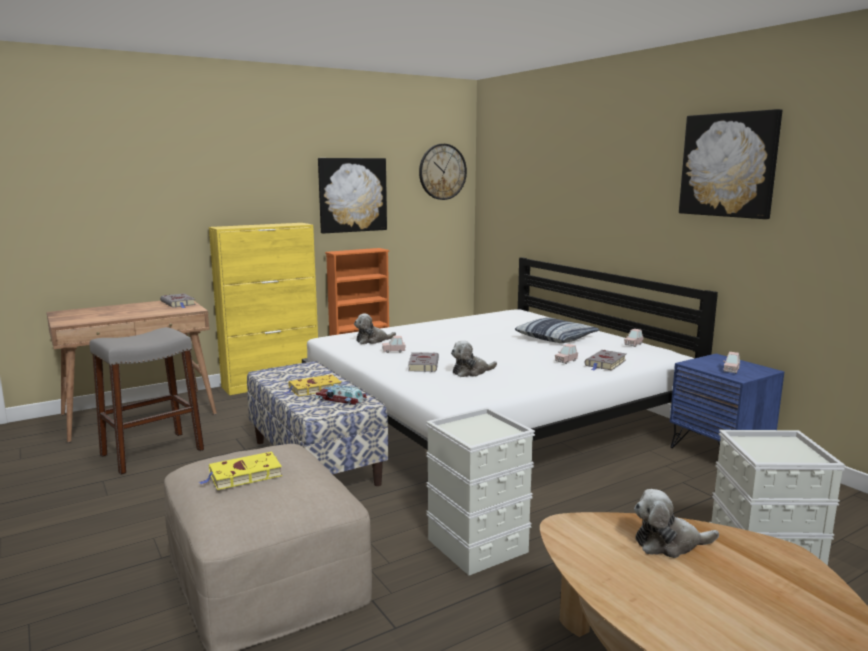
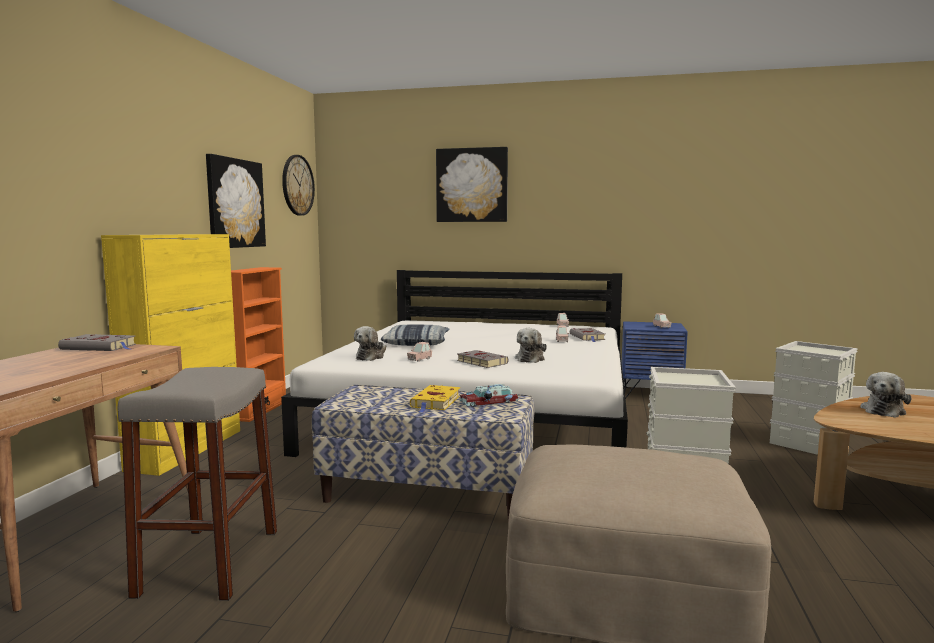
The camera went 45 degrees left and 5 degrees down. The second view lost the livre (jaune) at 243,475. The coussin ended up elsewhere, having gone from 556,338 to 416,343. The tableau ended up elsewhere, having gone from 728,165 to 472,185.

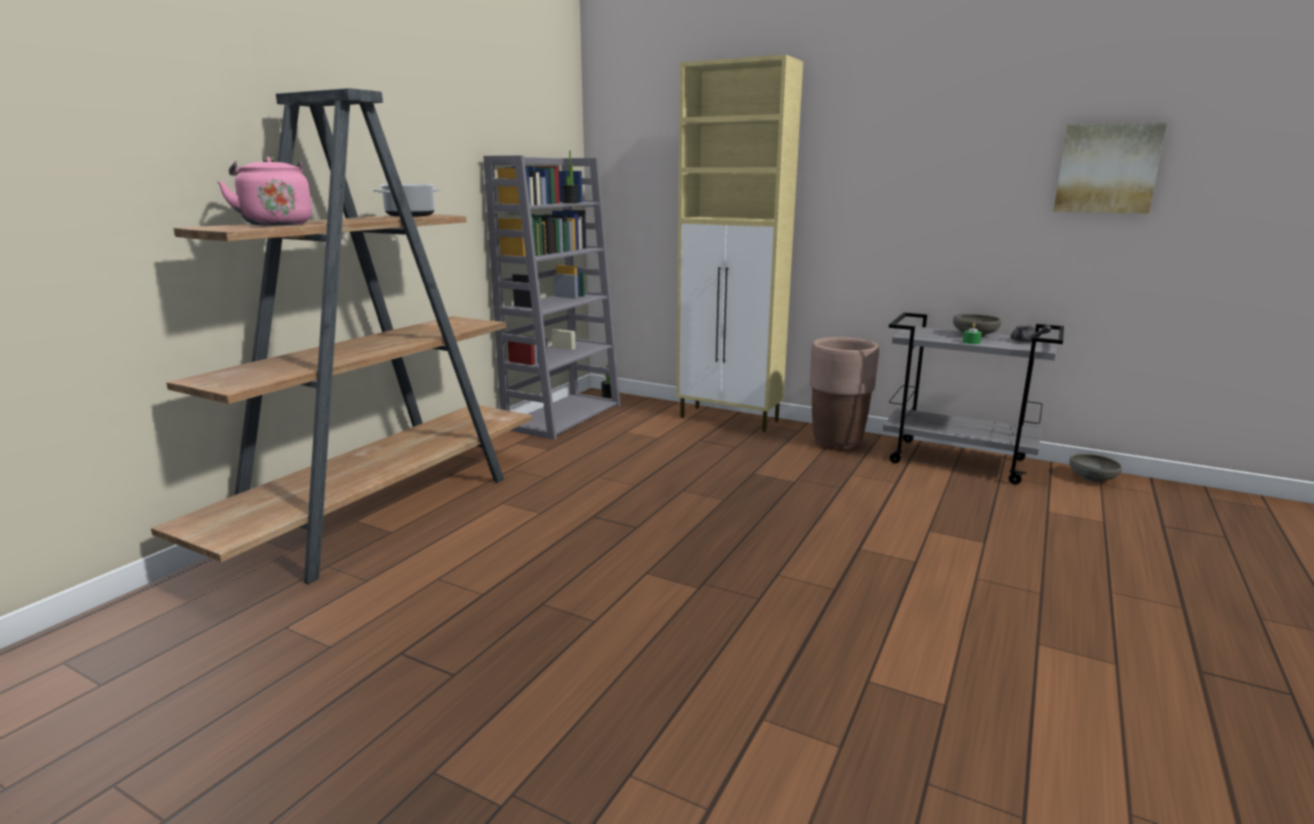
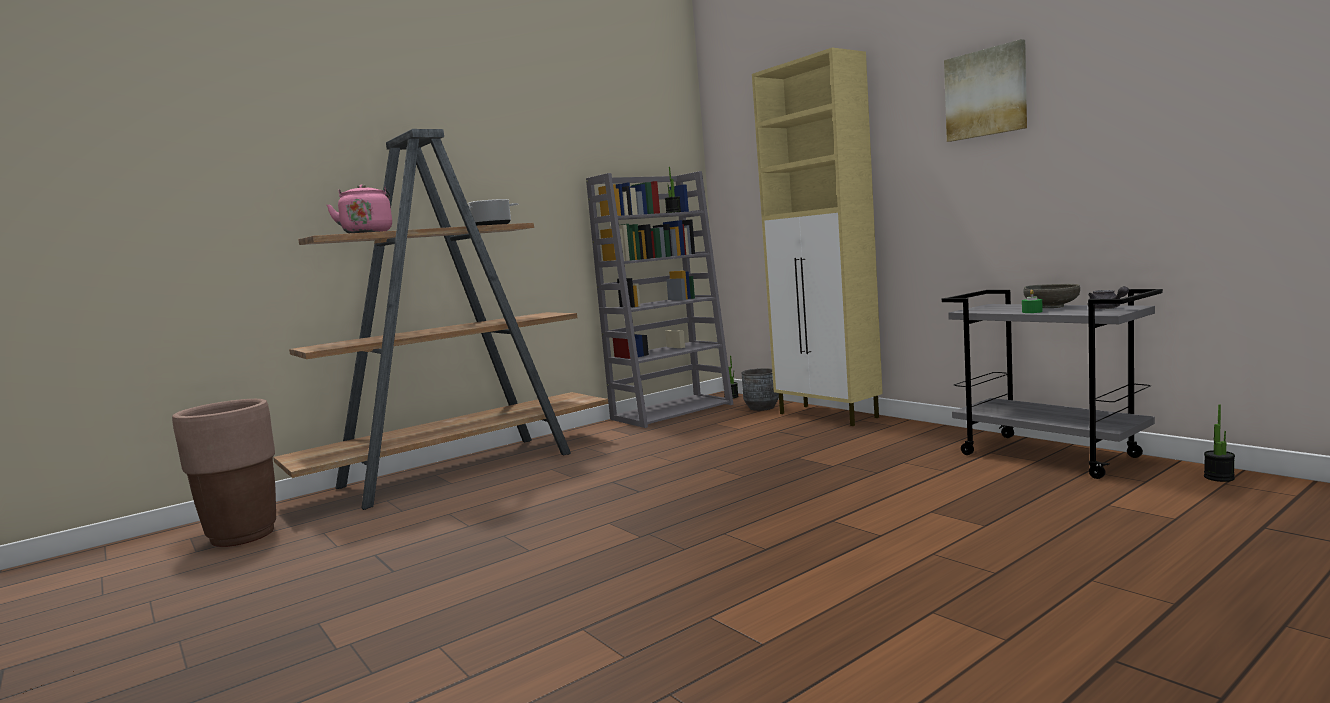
The camera went 25 degrees right and 10 degrees down. The second view gained the cache-pot (gris) at 762,407. The cache-pot (marron) ended up elsewhere, having gone from 837,443 to 243,536. The tableau ended up elsewhere, having gone from 1107,168 to 986,93. Where the bol (gris) stood at 1092,478, the plante en pot came to stand at 1219,478.

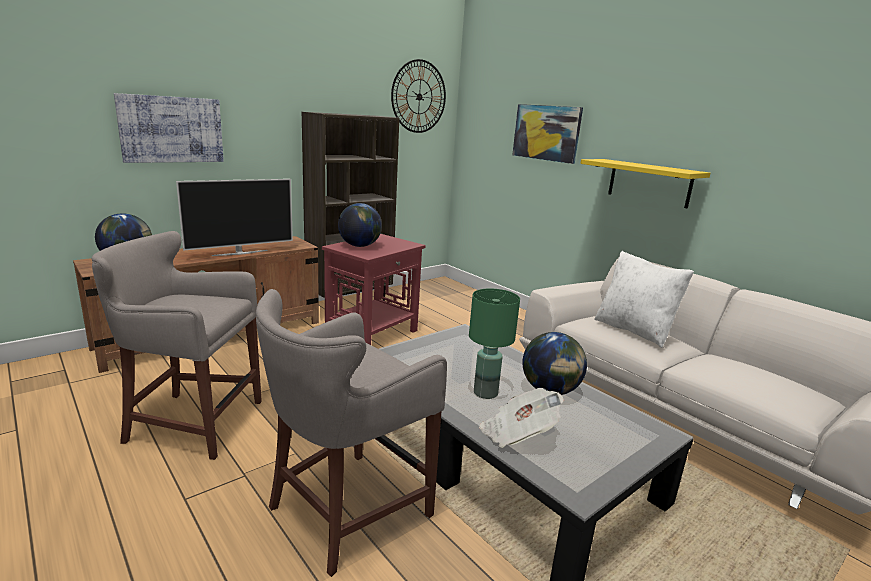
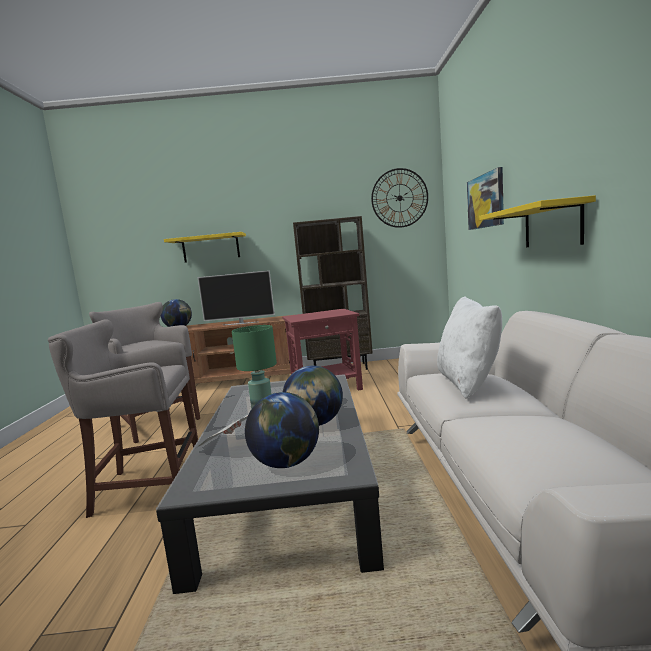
The camera went 40 degrees right and 10 degrees down. The globe ended up elsewhere, having gone from 359,246 to 286,463. Where the tableau hung at 172,129, the étagère (jaune) came to hang at 211,248.

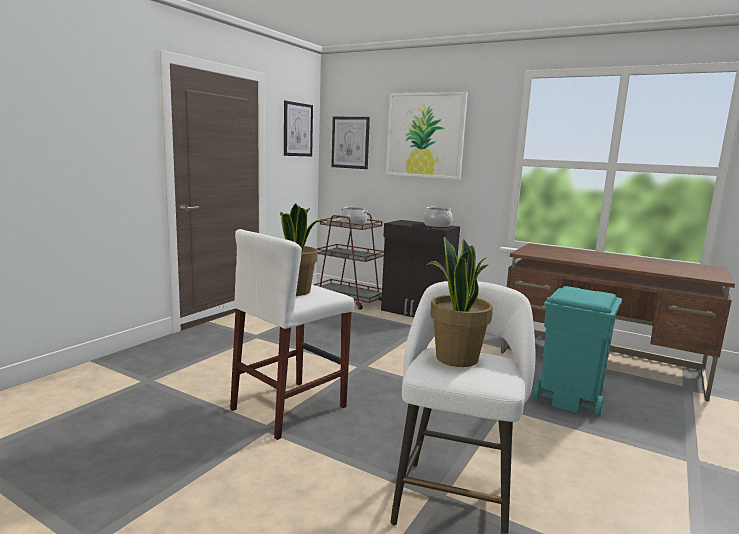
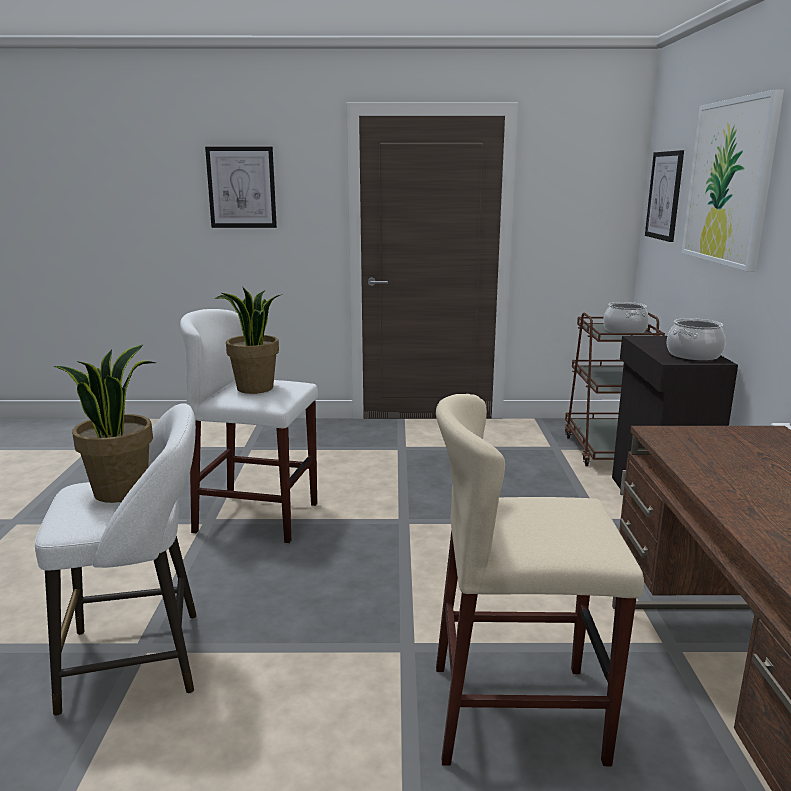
The camera went 60 degrees right and 5 degrees up. The tableau ended up elsewhere, having gone from 297,129 to 241,187. Where the poubelle (turquoise) stood at 569,398, the tabouret (beige) came to stand at 516,712.

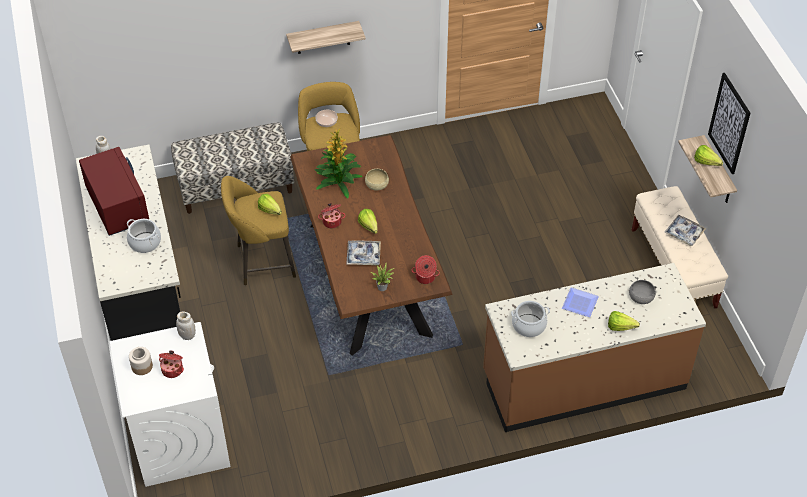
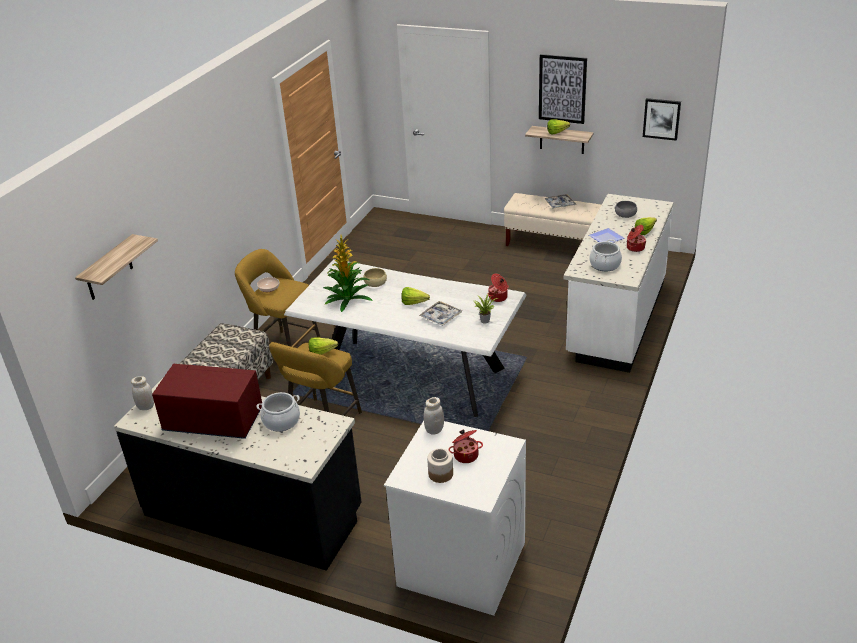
The camera went 50 degrees left and 15 degrees down. The second view gained the tableau at 661,118. The étagère ended up elsewhere, having gone from 323,37 to 108,269. The marmite ended up elsewhere, having gone from 332,221 to 635,247. What was the table à manger (marron) at 369,279 turned into the table à manger (blanc) at 411,375. What was the comptoir de cuisine (marron) at 583,380 turned into the comptoir de cuisine (blanc) at 615,318.

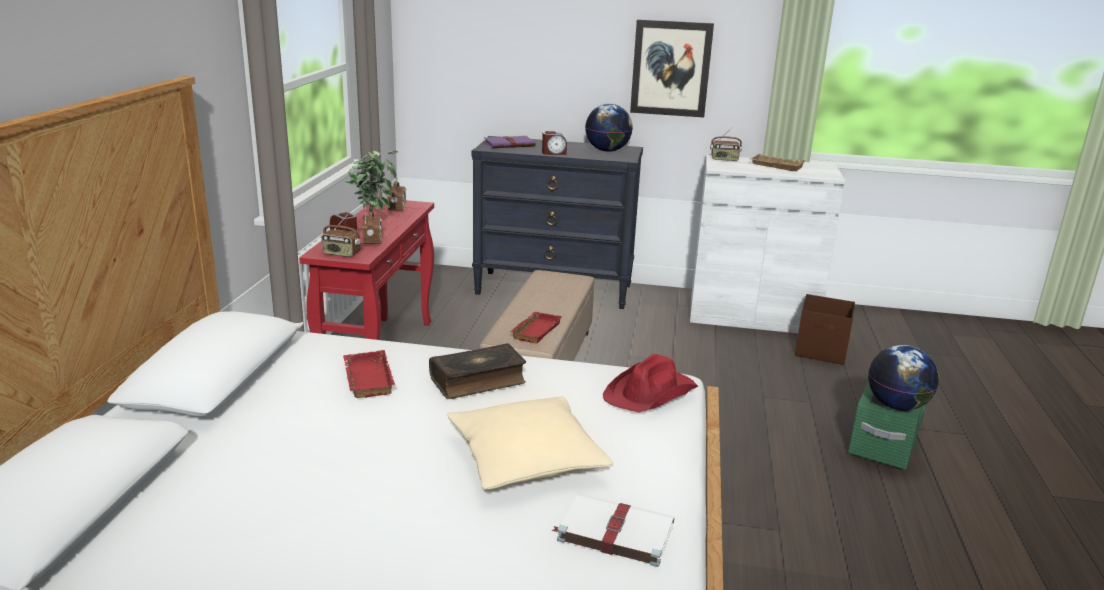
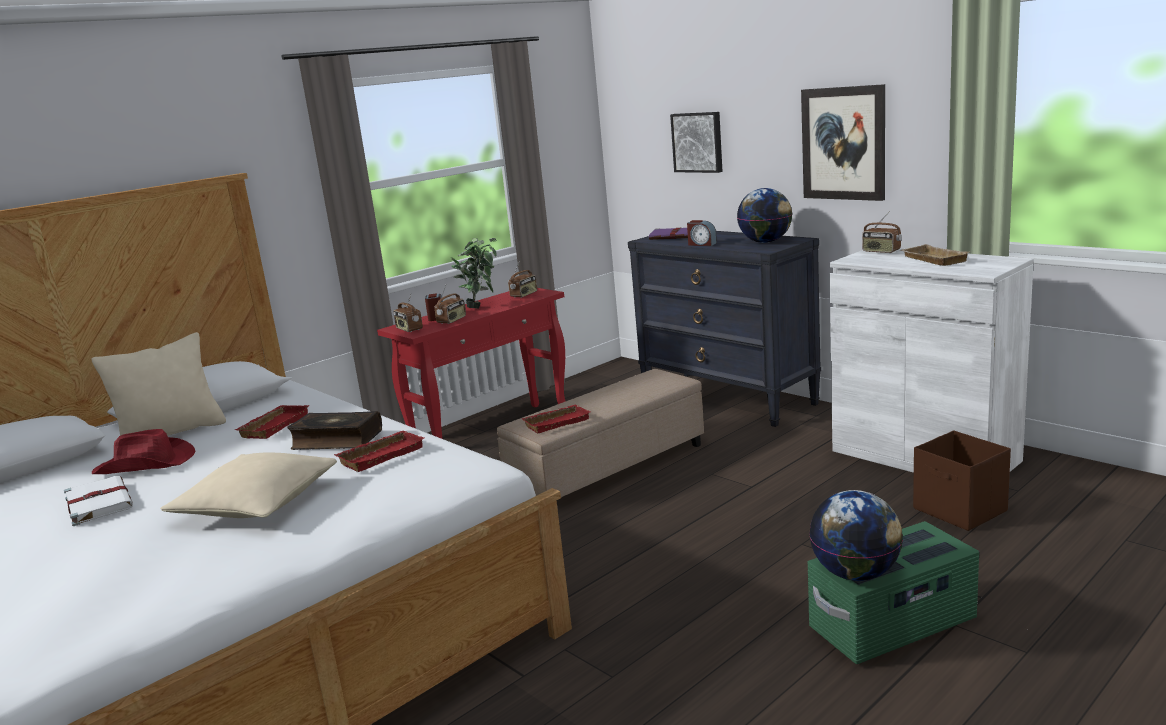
The camera went 40 degrees right and 5 degrees down. The second view gained the coussin (beige) at 172,434. The second view gained the plateau (rouge) at 381,455. The second view gained the tableau at 698,142. The livre (blanc) ended up elsewhere, having gone from 613,532 to 98,502. The chapeau (rouge) ended up elsewhere, having gone from 651,393 to 146,464.

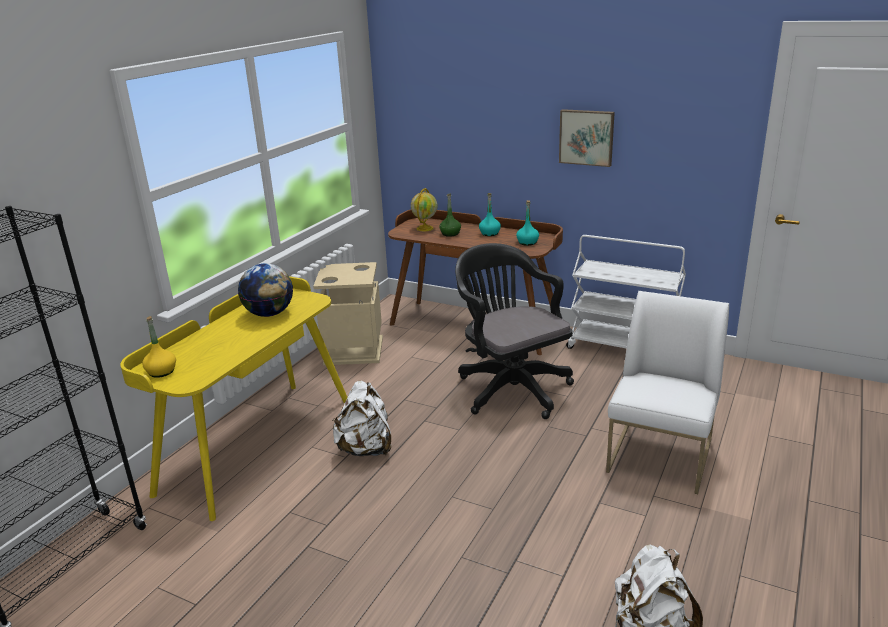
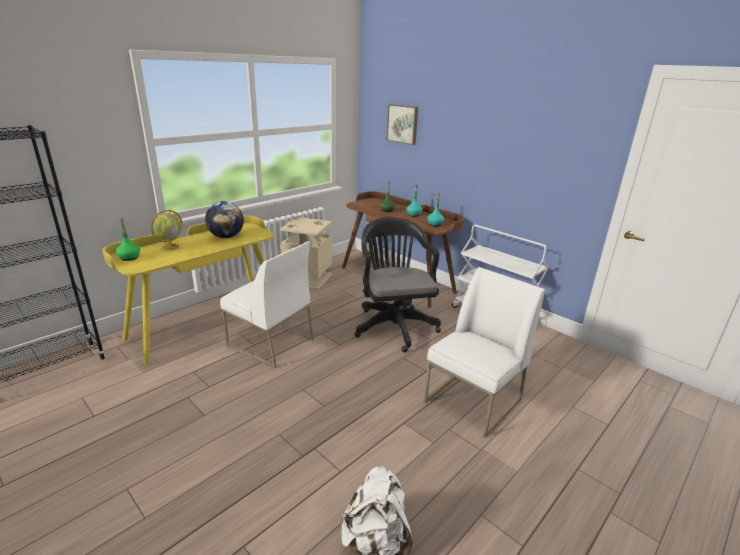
The camera went 15 degrees right and 0 degrees up. The globe ended up elsewhere, having gone from 425,228 to 171,247. The tableau ended up elsewhere, having gone from 586,137 to 403,124. Where the sac à dos (blanc) stood at 365,449, the chaise (blanc) came to stand at 270,342. What was the bouteille (jaune) at 161,372 turned into the bouteille (vert) at 129,257.

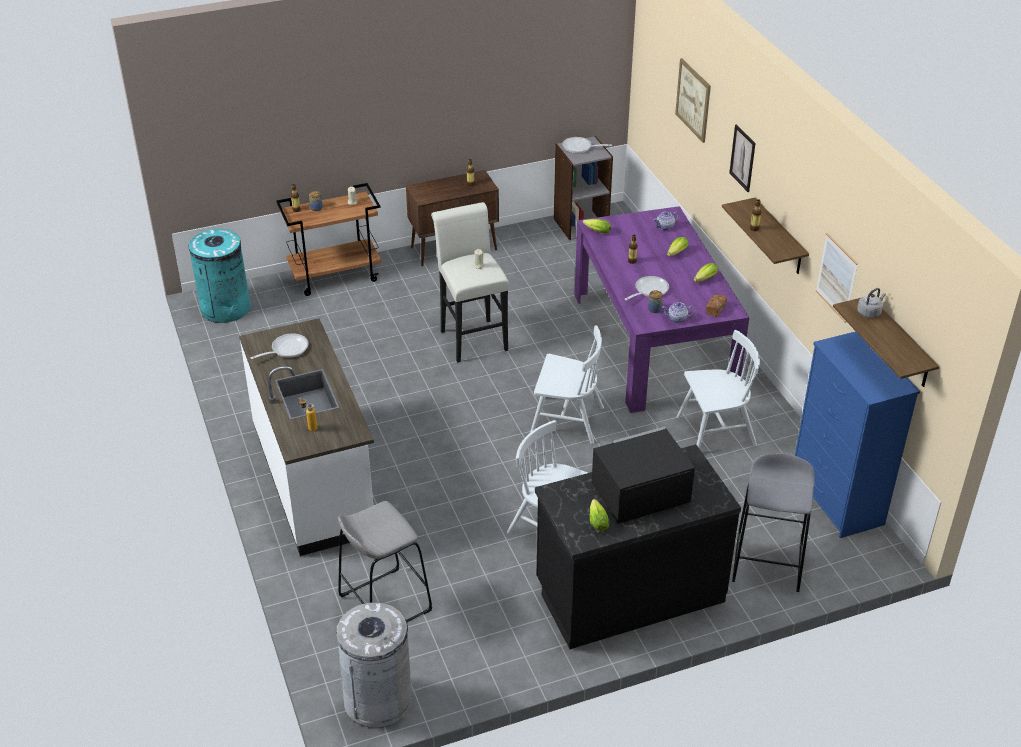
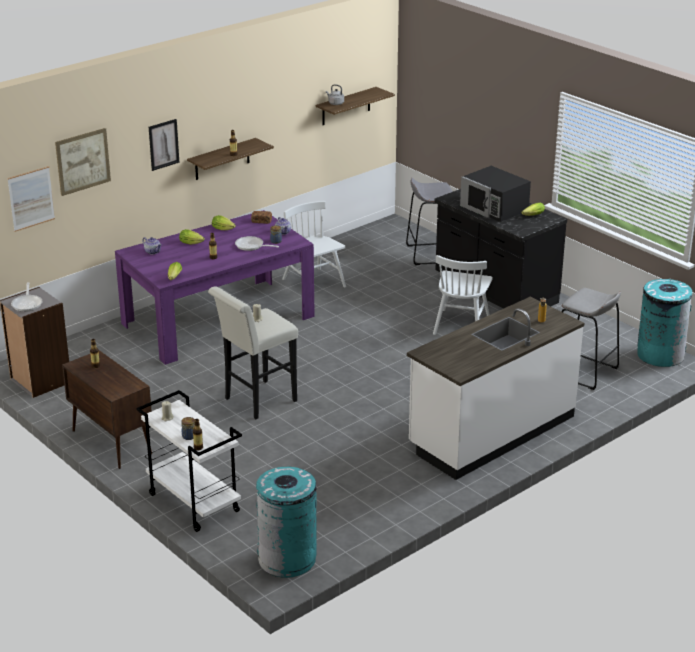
The camera went 110 degrees left and 10 degrees down. The second view lost the poêle at 286,349. The second view lost the chaise (blanc) at 566,420. The second view lost the commode (bleu) at 837,500. The tableau ended up elsewhere, having gone from 836,277 to 31,198. What was the chariot (marron) at 336,276 turned into the chariot (blanc) at 192,503. What was the poubelle (gris) at 378,700 turned into the poubelle (turquoise) at 660,355.

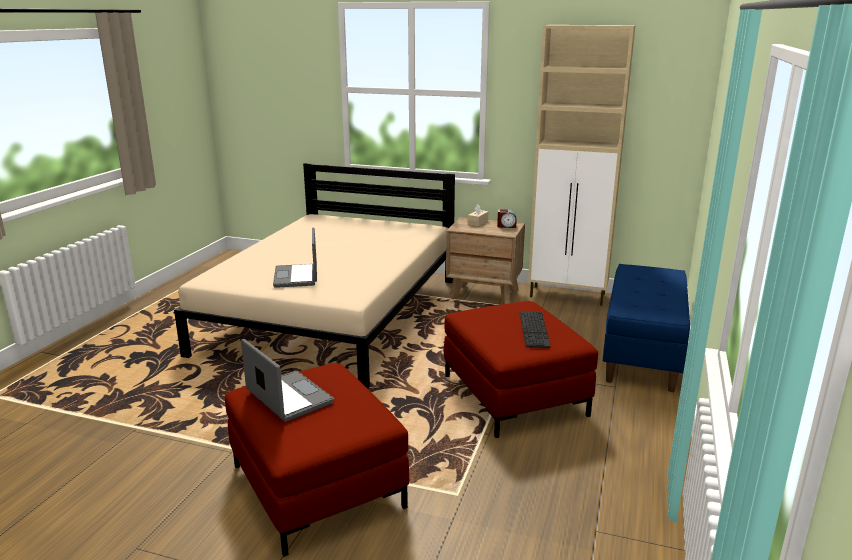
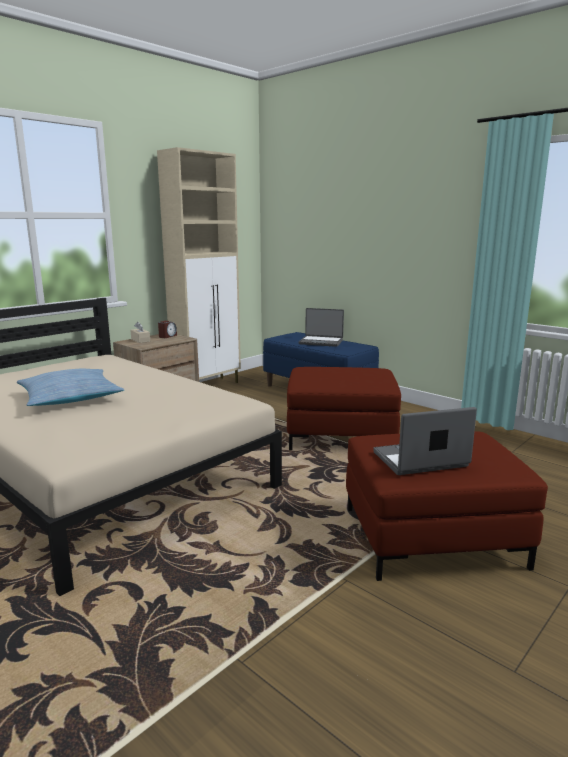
The camera went 65 degrees left and 5 degrees down. The second view lost the clavier at 534,329. The second view gained the coussin at 70,398. The ordinateur portable ended up elsewhere, having gone from 297,277 to 321,342.

